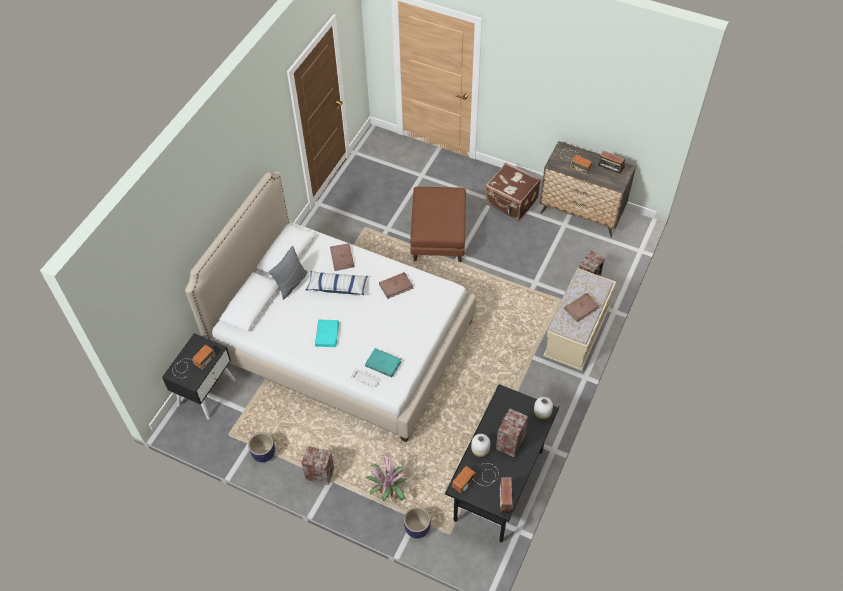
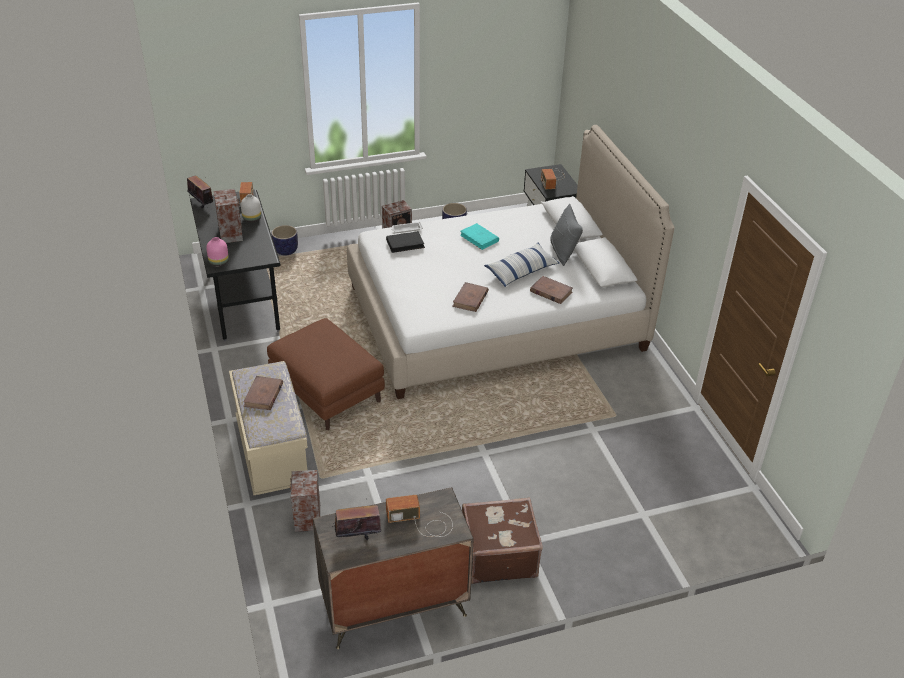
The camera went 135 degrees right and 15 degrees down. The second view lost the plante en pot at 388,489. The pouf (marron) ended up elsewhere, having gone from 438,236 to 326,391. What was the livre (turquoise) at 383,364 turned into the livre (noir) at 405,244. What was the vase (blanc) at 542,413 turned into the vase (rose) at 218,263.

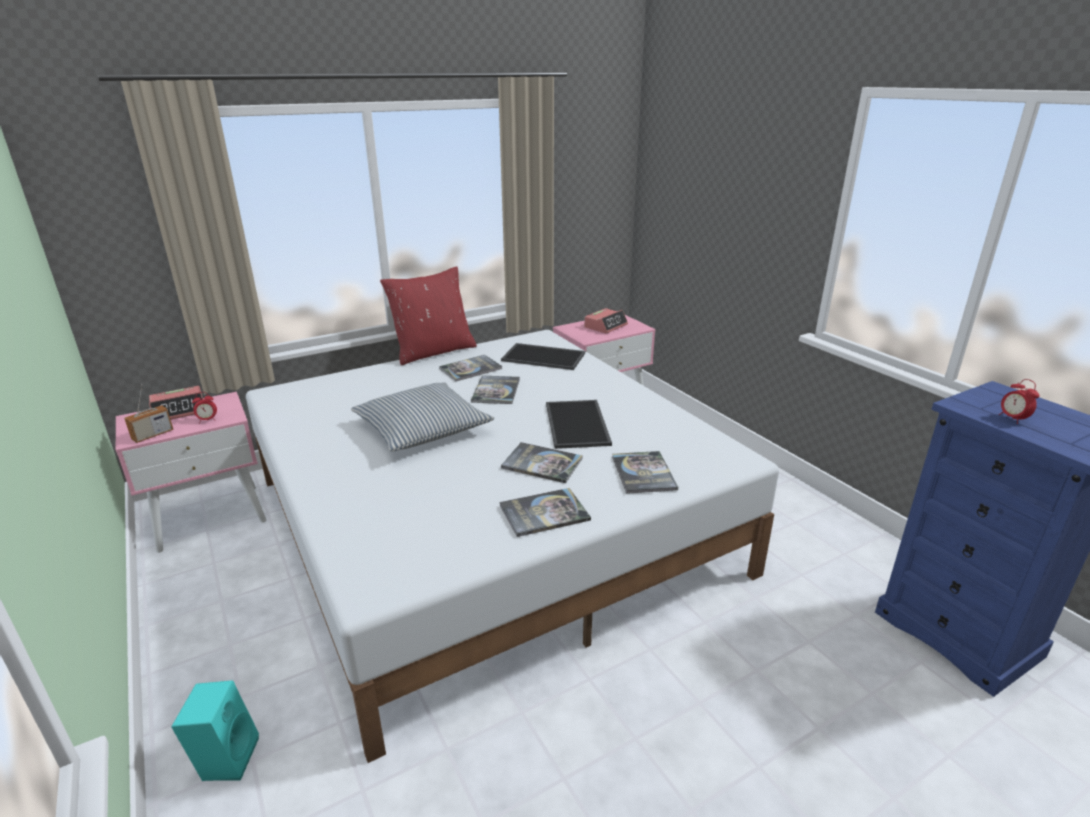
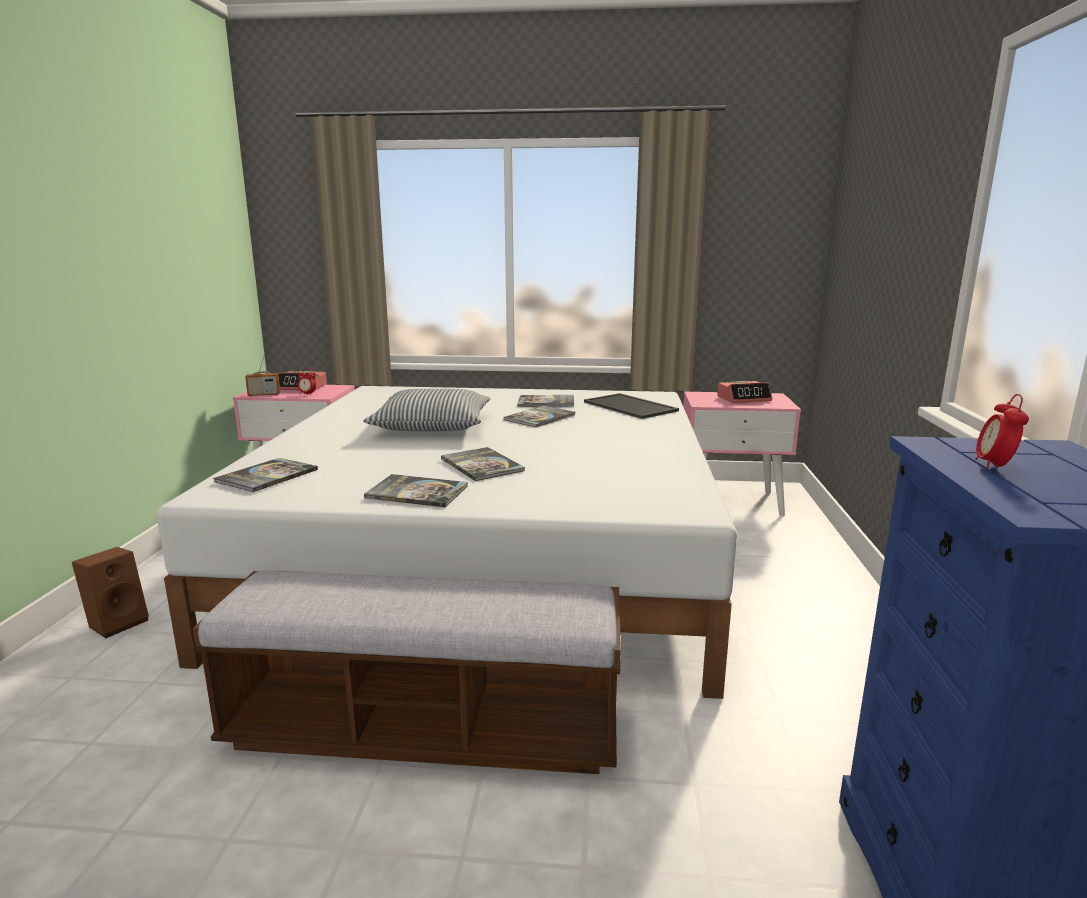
The camera went 35 degrees right and 10 degrees down. The second view lost the coussin (rouge) at 433,351. The second view lost the plateau at 578,424. The second view gained the banc at 425,729. The livre ended up elsewhere, having gone from 643,473 to 267,476. What was the enceinte (turquoise) at 226,757 turned into the enceinte (marron) at 118,622.

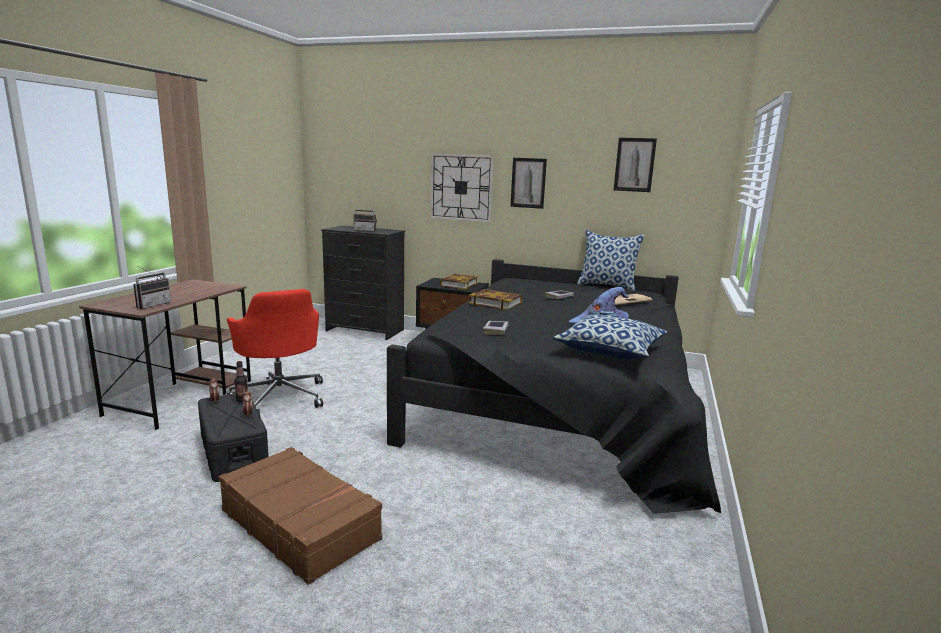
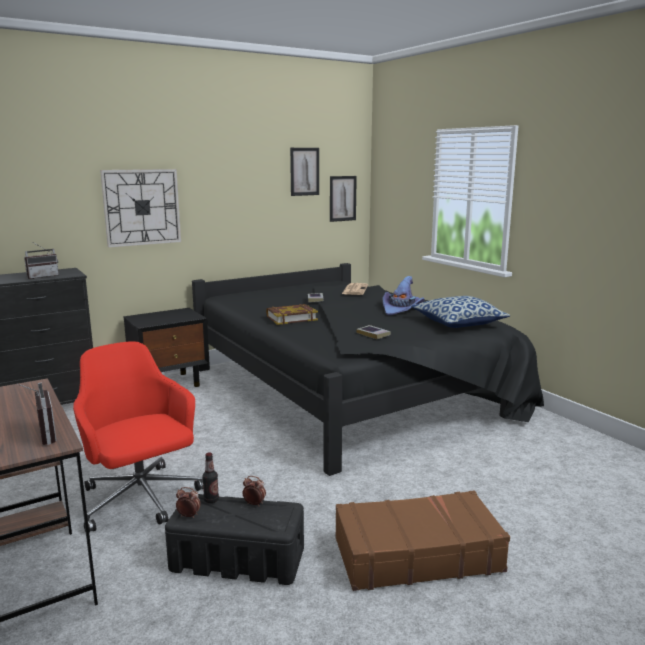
The camera went 50 degrees left and 0 degrees up. The second view lost the livre at 459,284. The second view lost the coussin at 607,286. The tableau ended up elsewhere, having gone from 528,183 to 342,198. The chaise de bureau (rouge) at 280,397 ended up facing another way, 135 degrees counterclockwise from before.

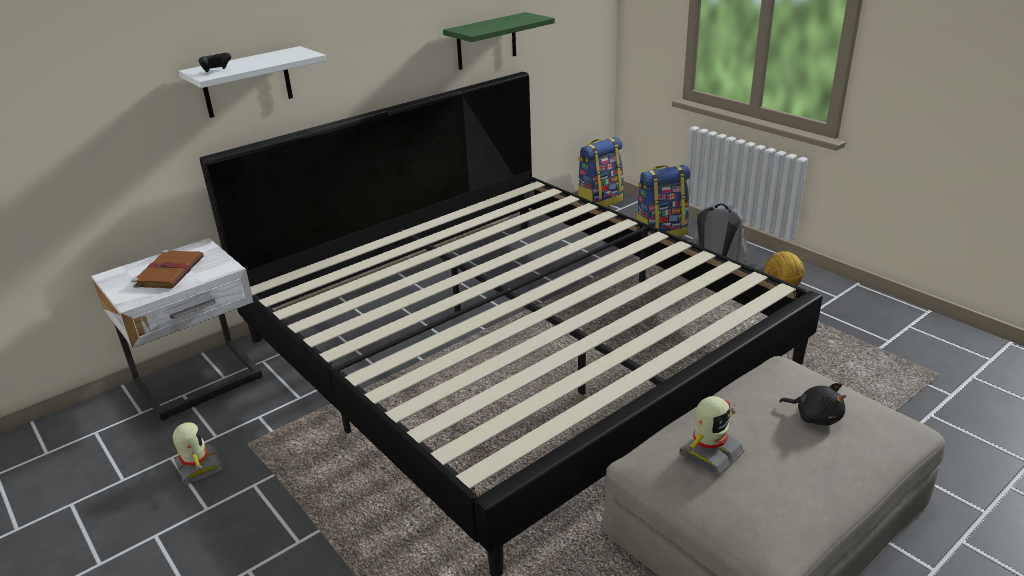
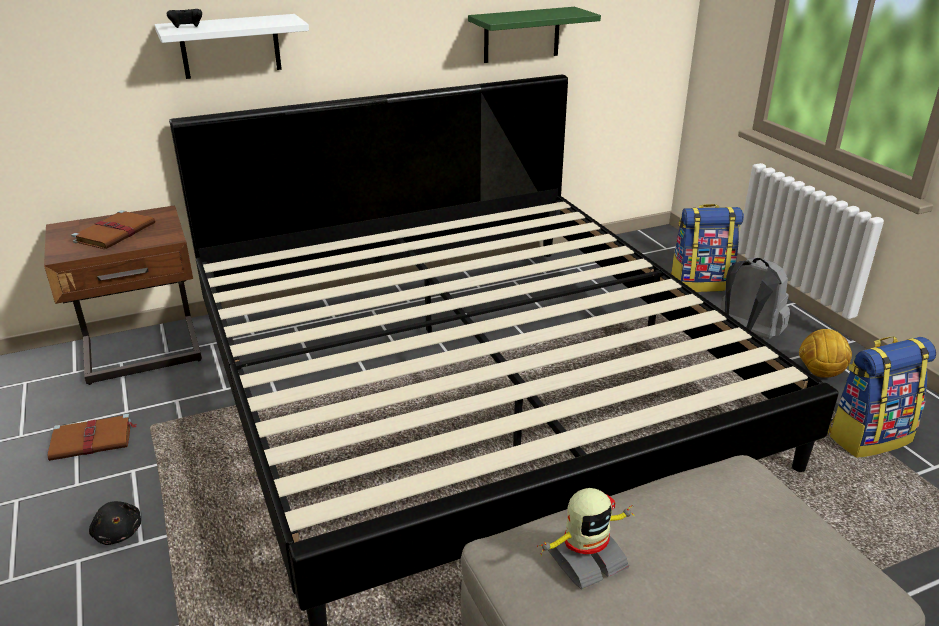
The camera went 15 degrees right and 0 degrees up. The sac à dos ended up elsewhere, having gone from 599,202 to 868,437. The peluche (noir) ended up elsewhere, having gone from 815,416 to 118,532. Where the robot jouet stood at 198,468, the livre (marron) came to stand at 93,440. What was the table de chevet (blanc) at 201,382 turned into the table de chevet (marron) at 144,353.

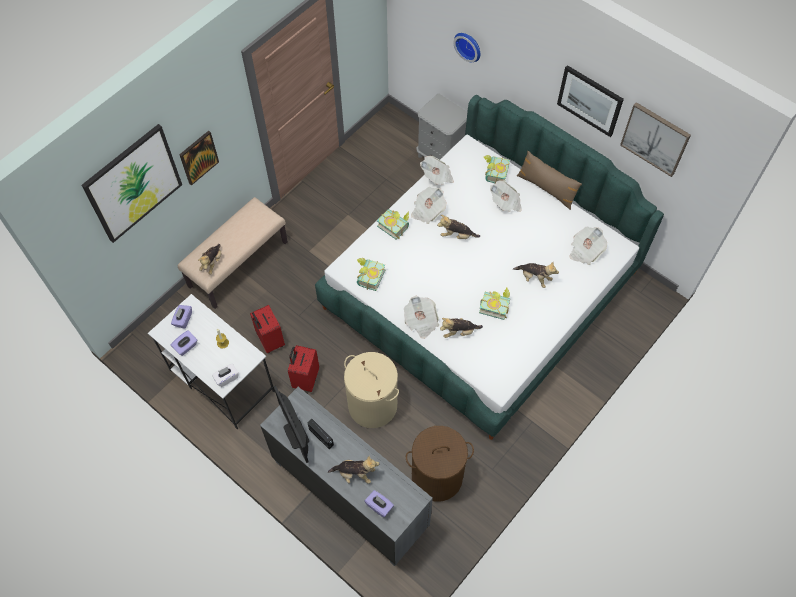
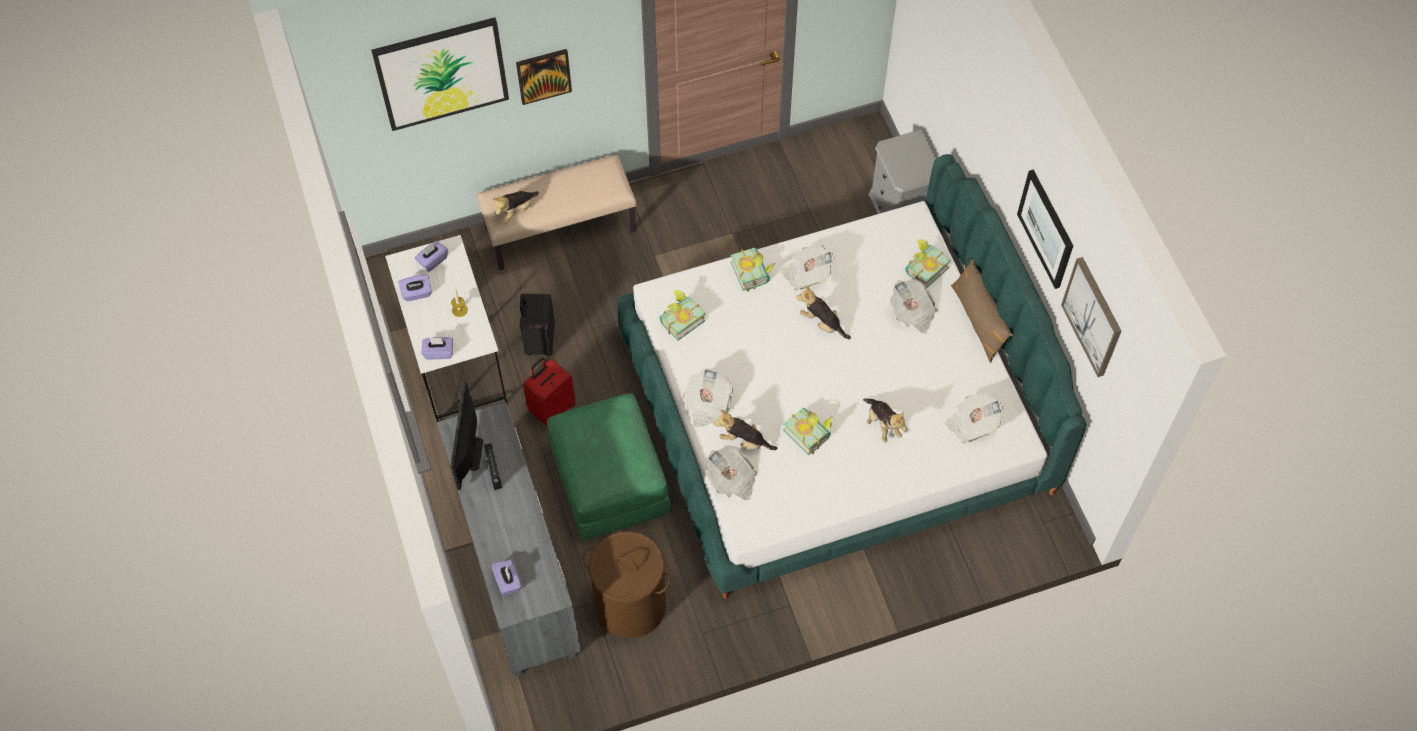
The camera went 30 degrees right and 0 degrees up. The second view lost the peluche at 355,474. The second view lost the horloge murale at 469,45. The journal ended up elsewhere, having gone from 437,176 to 732,480. Where the panier à linge (beige) stood at 373,405, the pouf (vert) came to stand at 610,481. What was the boîte à mouchoirs (blanc) at 226,378 turned into the boîte à mouchoirs (violet) at 439,352. What was the valise (rouge) at 269,340 turned into the valise (noir) at 539,341.

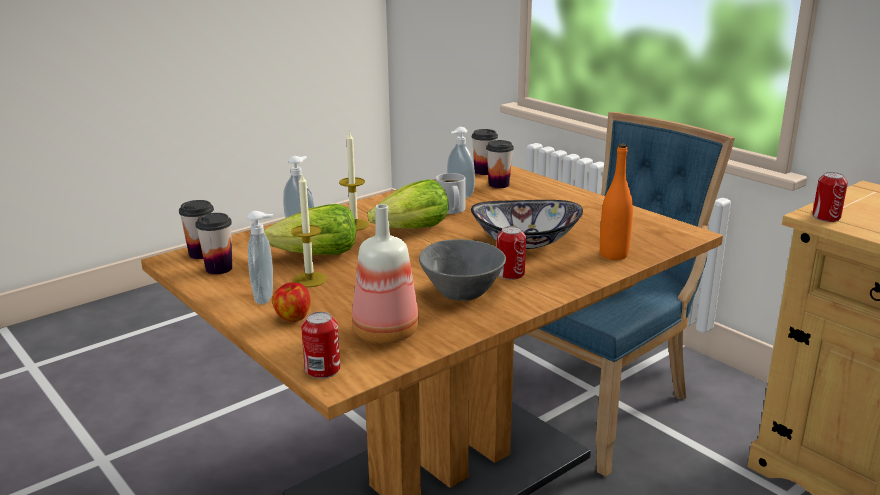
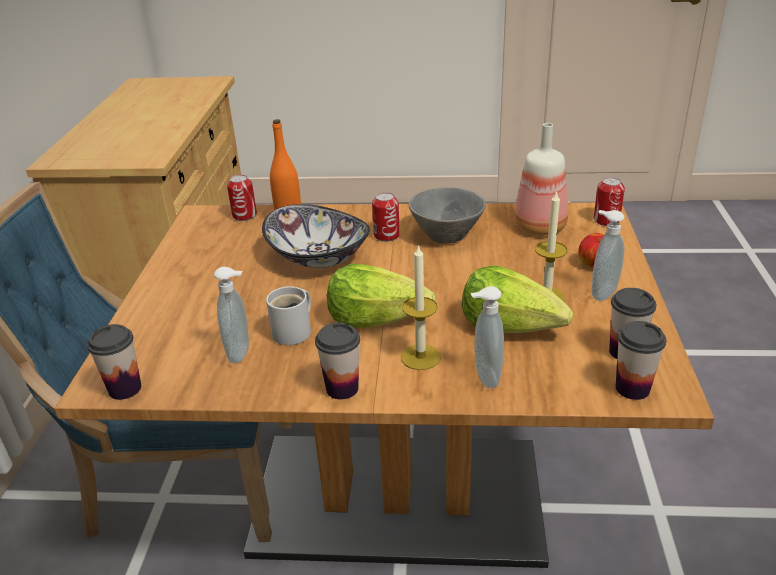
The camera went 135 degrees left and 10 degrees up. The tasse ended up elsewhere, having gone from 499,185 to 342,388. The boîte métallique ended up elsewhere, having gone from 826,217 to 244,215.

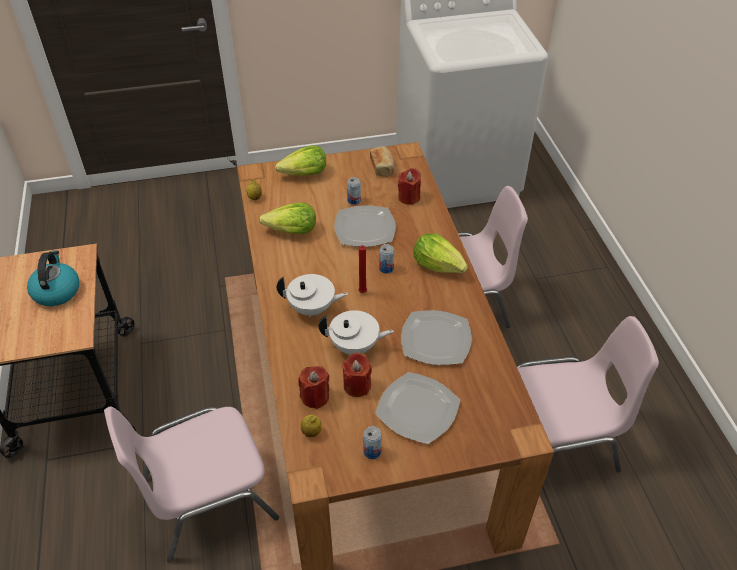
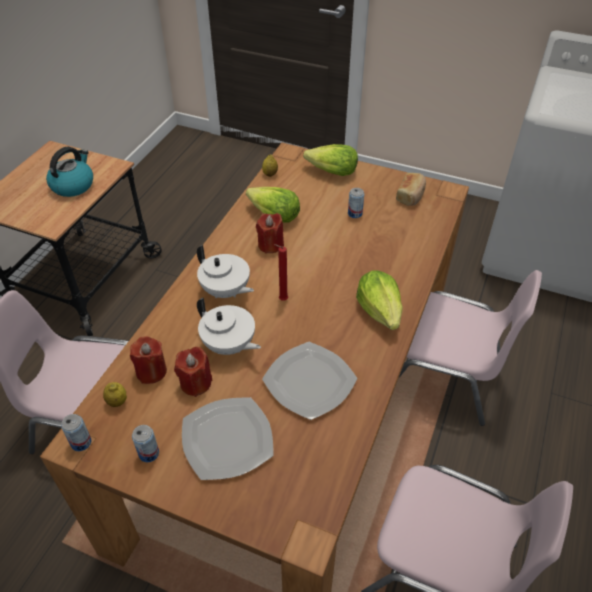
The camera went 35 degrees right and 0 degrees up. The second view lost the assiette at 365,228. The boîte métallique ended up elsewhere, having gone from 386,268 to 81,442. The bougie (rouge) ended up elsewhere, having gone from 409,197 to 270,245.

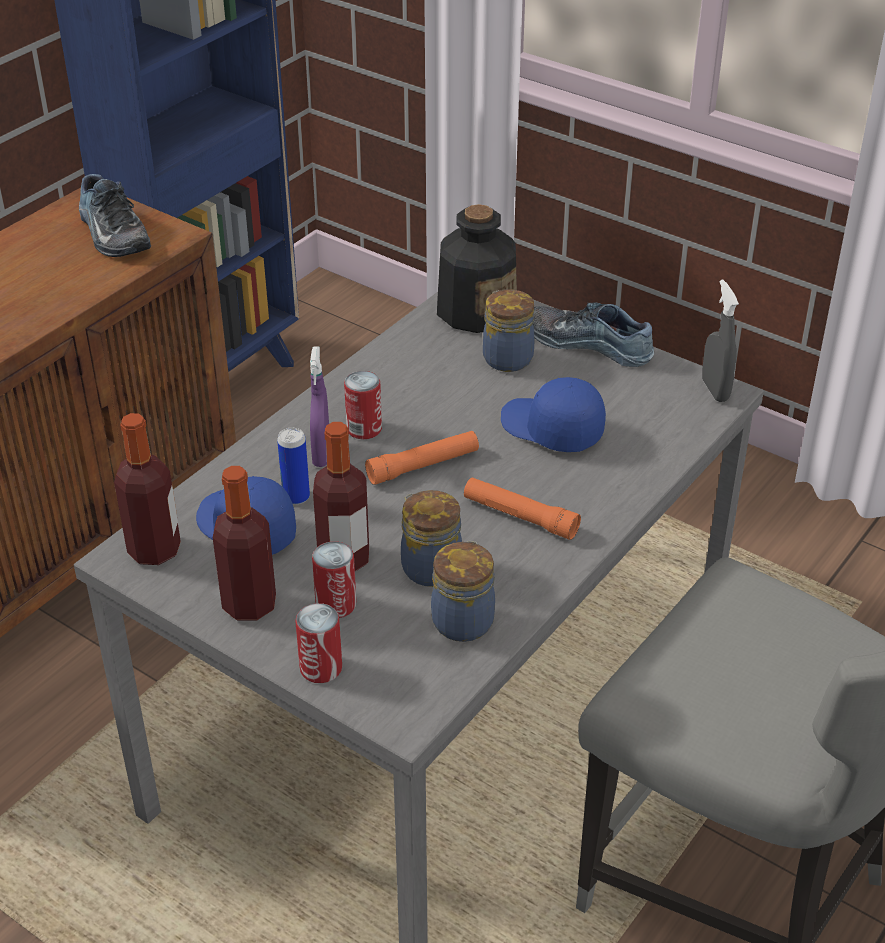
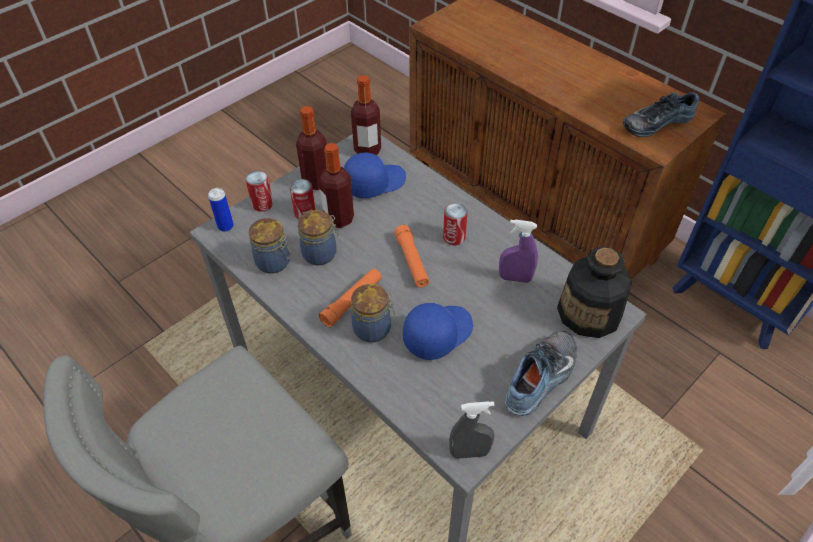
The camera went 100 degrees right and 10 degrees up. The boîte métallique ended up elsewhere, having gone from 296,497 to 225,226. The vaporisateur (violet) ended up elsewhere, having gone from 321,454 to 515,278. The bocal ended up elsewhere, having gone from 506,357 to 373,328.

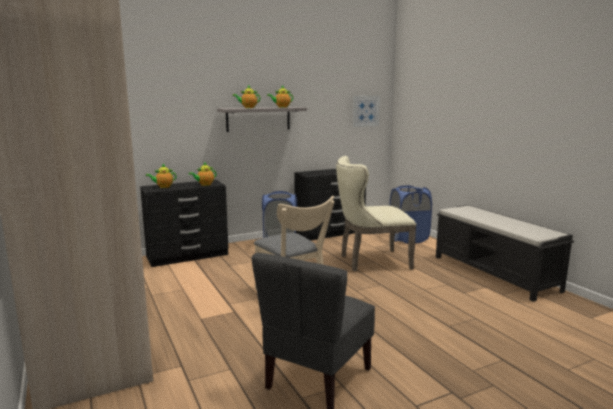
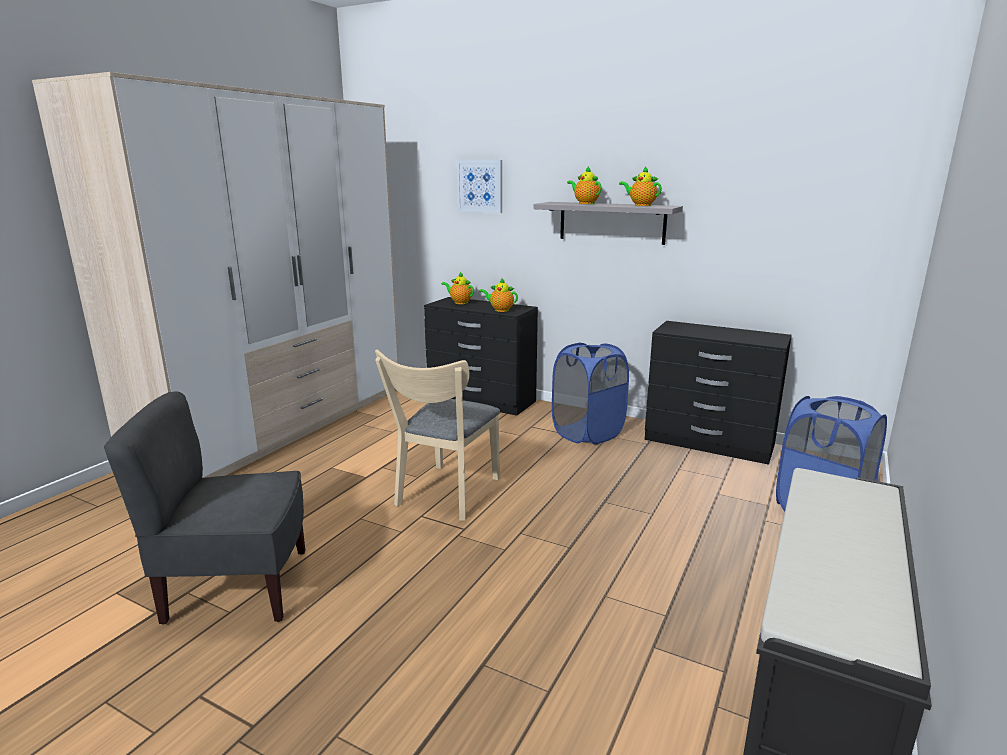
The camera went 55 degrees right and 5 degrees up. The second view lost the chaise (beige) at 370,261. The tableau ended up elsewhere, having gone from 365,111 to 480,186.

